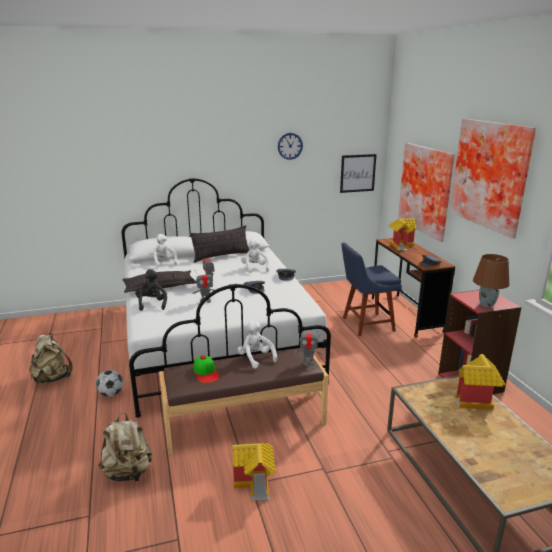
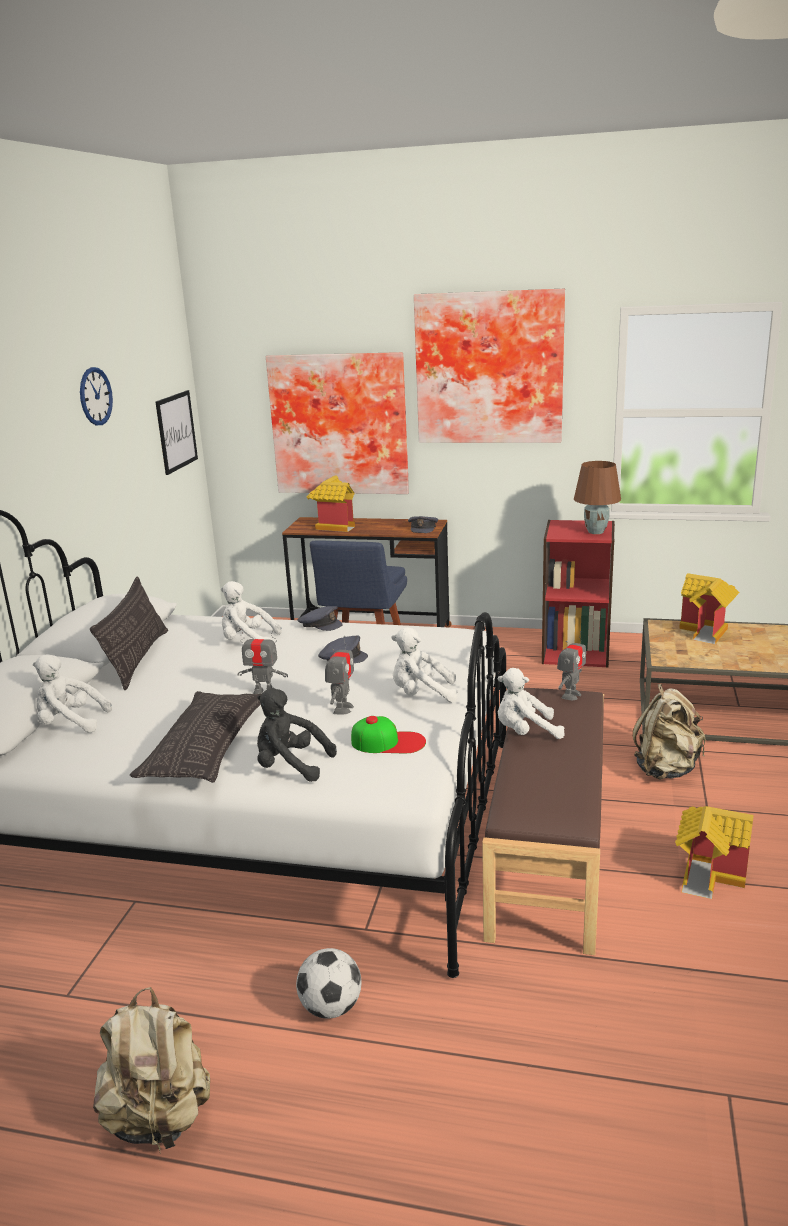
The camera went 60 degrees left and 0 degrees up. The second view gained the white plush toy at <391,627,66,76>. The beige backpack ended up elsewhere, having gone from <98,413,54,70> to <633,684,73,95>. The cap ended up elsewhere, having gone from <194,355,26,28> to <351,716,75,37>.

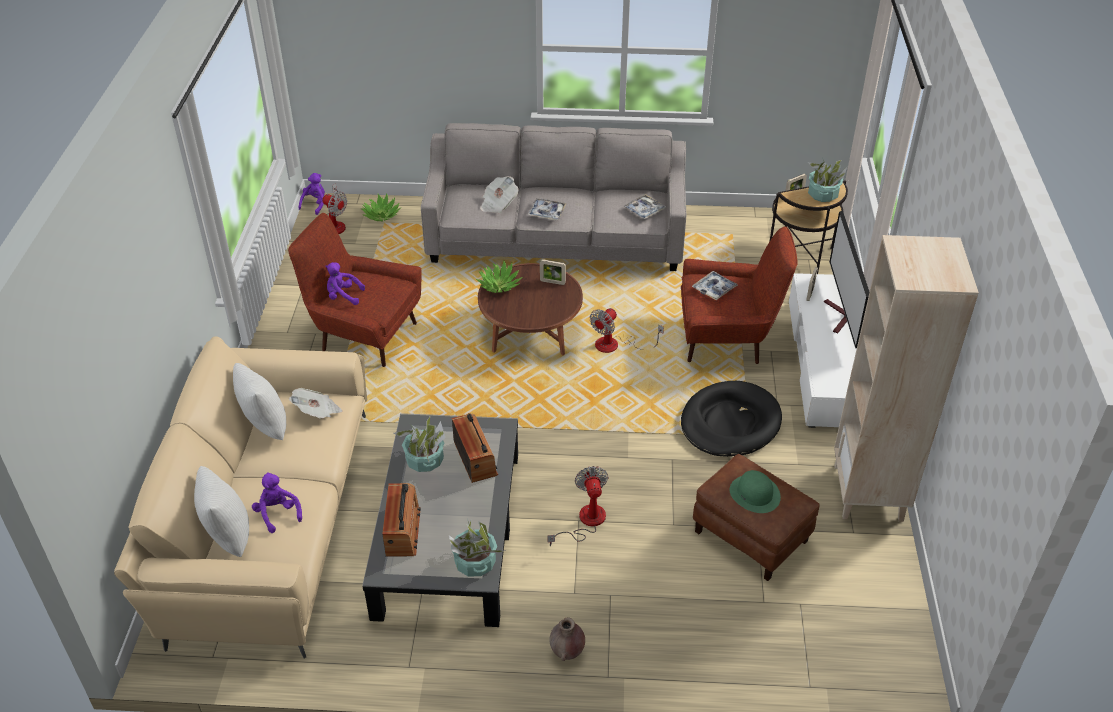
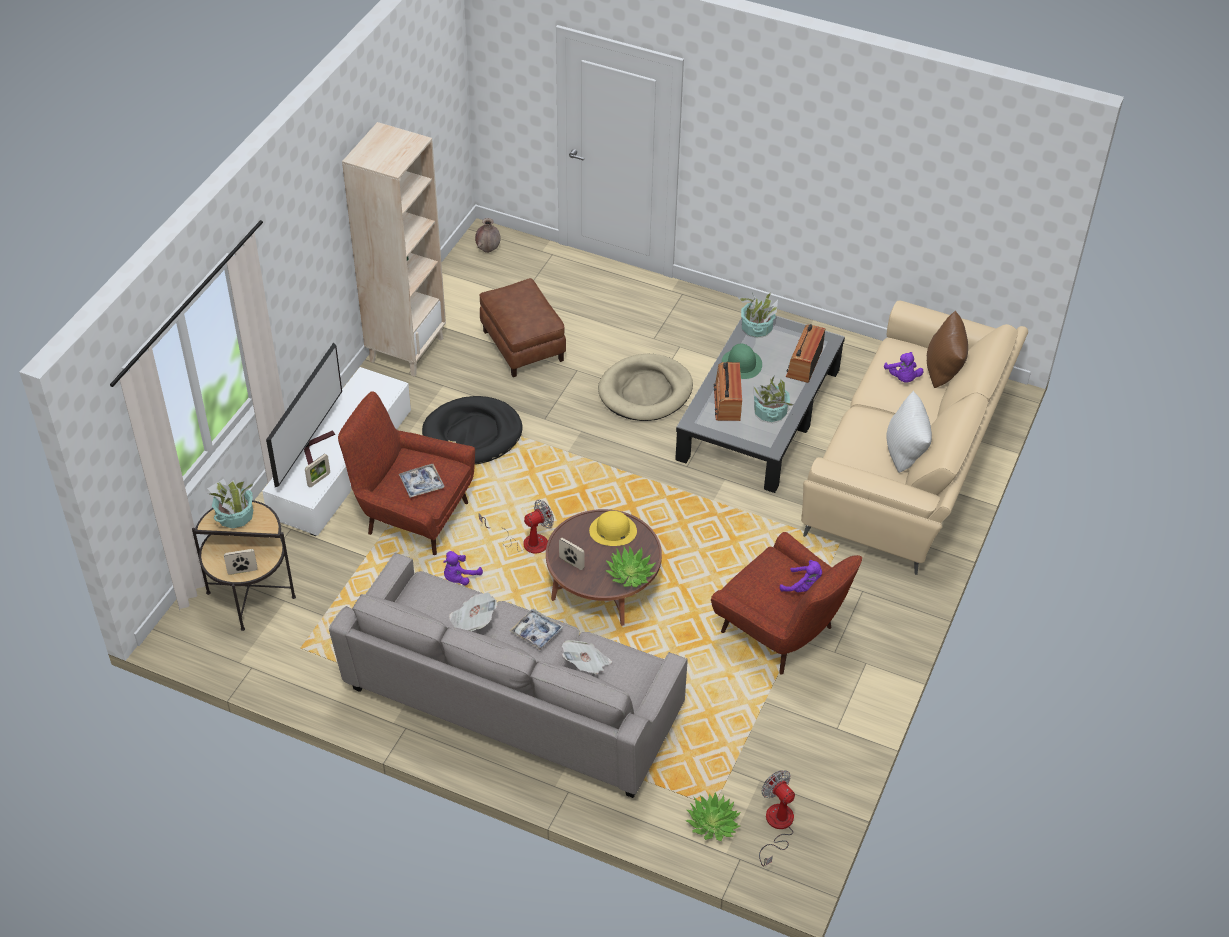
The camera went 160 degrees left and 5 degrees up. The second view lost the tray at <623,194,43,26>. The second view gained the yellow hat at <589,511,48,35>. The newspaper ended up elsewhere, having gone from <289,388,54,31> to <449,592,48,39>. The purple plush toy ended up elsewhere, having gone from <299,173,26,42> to <444,551,39,34>. The brown vase ended up elsewhere, having gone from <549,617,36,44> to <475,218,26,35>. The green hat ended up elsewhere, having gone from <729,470,52,43> to <722,344,40,35>. Where the fan stood at <548,466,60,80>, the beige dog bed came to stand at <598,354,95,67>. What was the white pillow at <194,466,55,91> turned into the brown pillow at <927,310,41,78>.

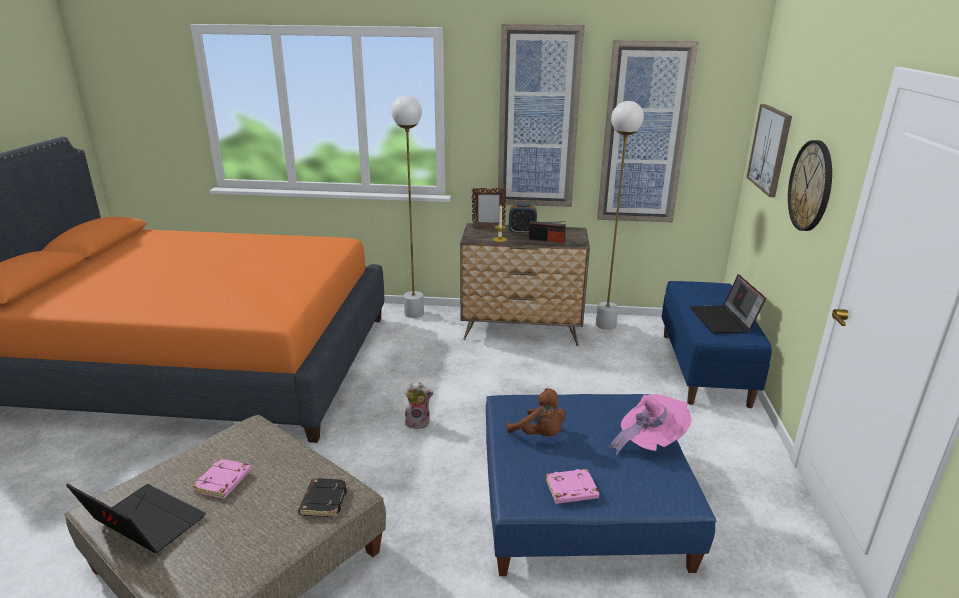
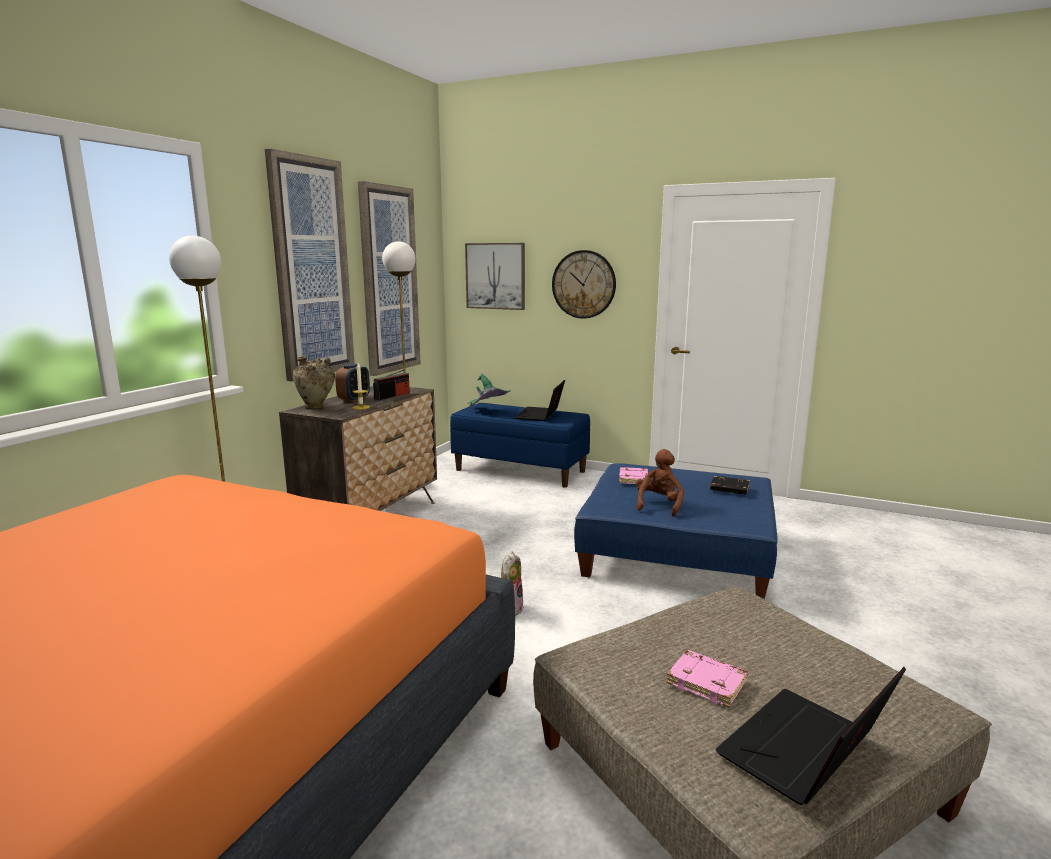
The camera went 70 degrees left and 10 degrees down. The second view lost the pink hat at <609,394,82,62>. The second view gained the green hat at <468,374,43,33>. The black book ended up elsewhere, having gone from <298,478,50,40> to <710,476,40,19>. The pink book ended up elsewhere, having gone from <545,469,54,35> to <619,467,29,17>. Where the picture frame stood at <472,188,34,41>, the beige vase came to stand at <292,356,43,53>. The brown plush toy at <506,388,59,48> ended up facing another way, 45 degrees counterclockwise from before. The laptop at <690,274,76,60> ended up facing another way, 90 degrees clockwise from before.

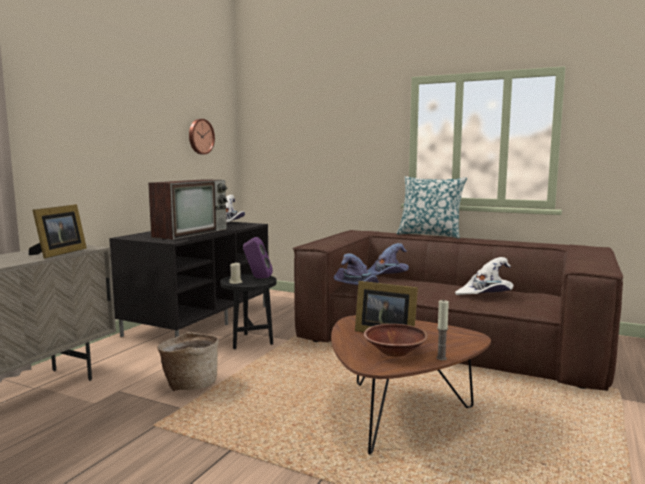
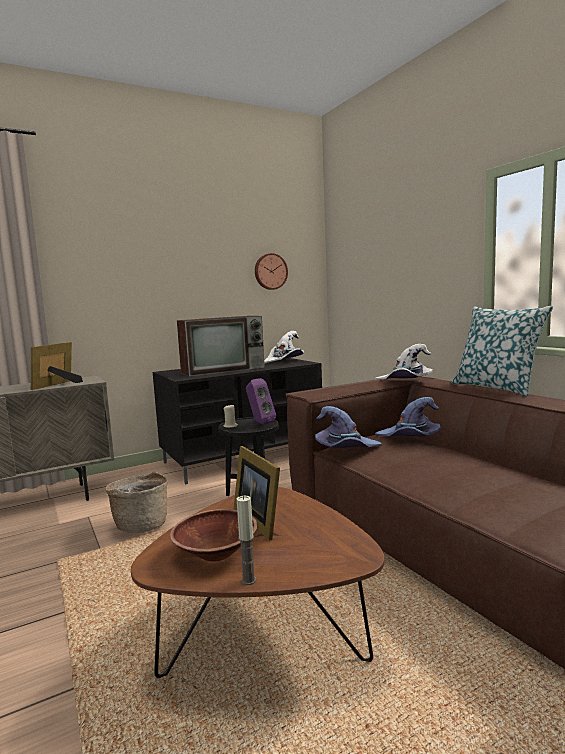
The camera went 35 degrees right and 0 degrees up. The white hat ended up elsewhere, having gone from <455,257,58,38> to <375,344,57,36>. The picture frame at <29,204,58,55> ended up facing another way, 150 degrees clockwise from before.

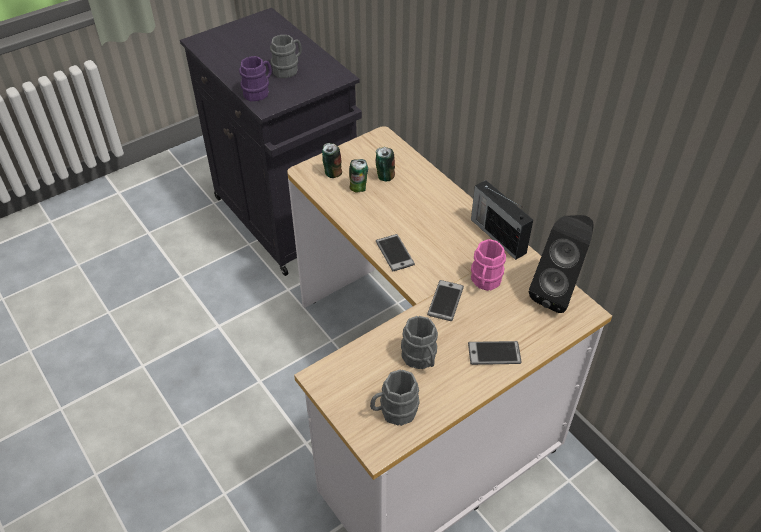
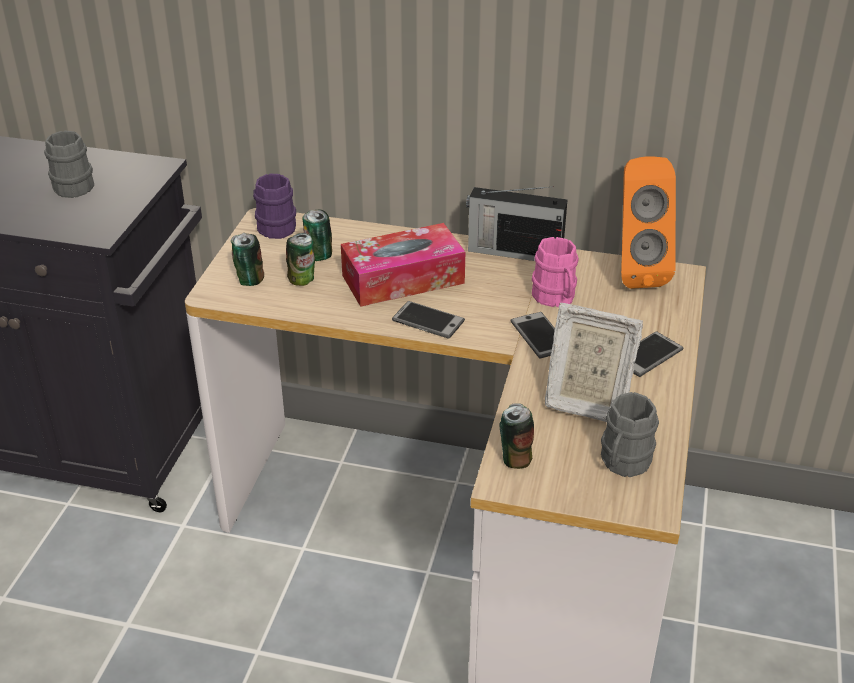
The camera went 40 degrees left and 10 degrees down. The second view gained the tissue box at <341,223,124,84>. The second view gained the can at <499,403,35,66>. The purple mug ended up elsewhere, having gone from <239,56,33,45> to <253,173,43,66>. Where the grey mug stood at <401,316,37,53>, the picture frame came to stand at <545,303,98,119>. What was the black speaker at <529,215,65,98> turned into the orange speaker at <621,156,55,133>.

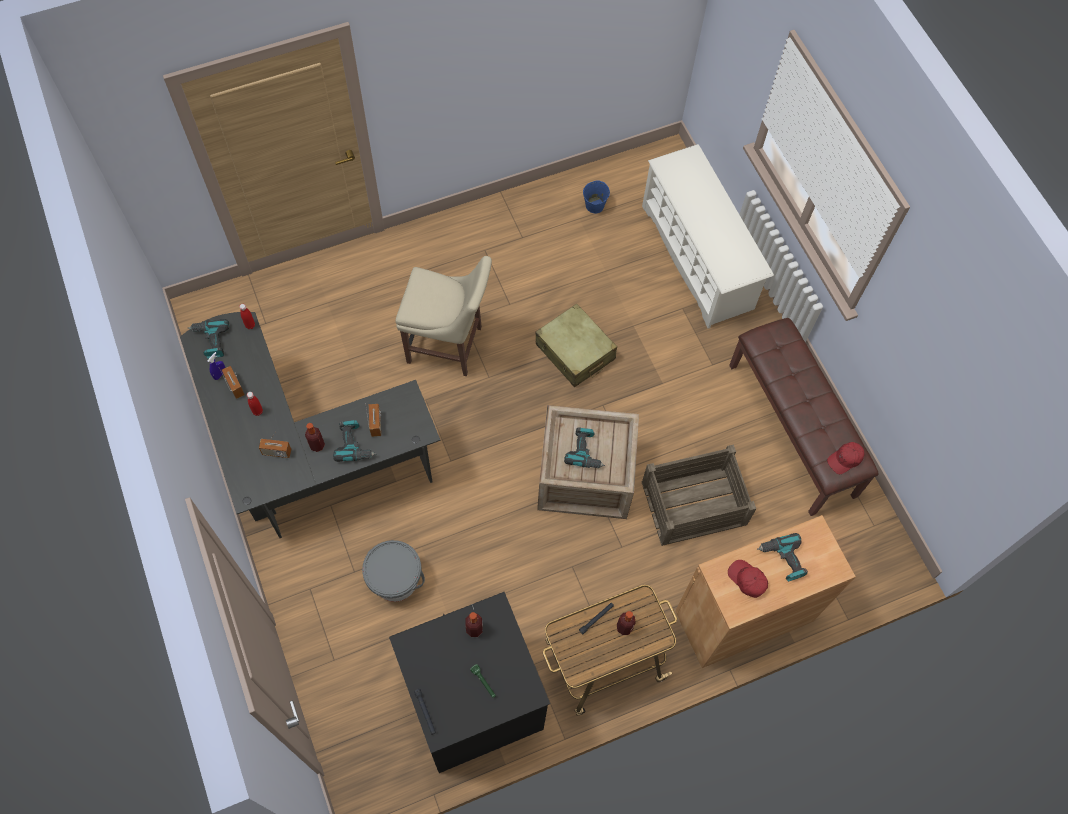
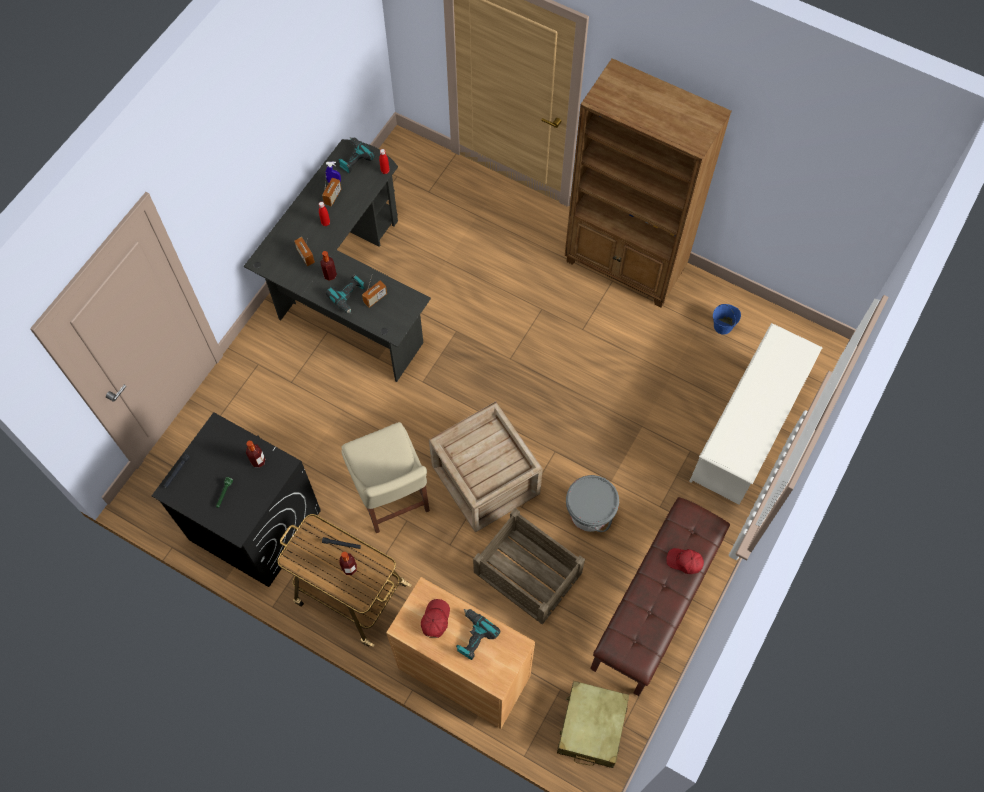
The camera went 55 degrees right and 0 degrees up. The second view lost the power drill at <564,428,41,40>. The second view gained the brown bookcase at <565,58,167,249>. The grey bucket ended up elsewhere, having gone from <362,540,63,62> to <566,475,53,57>. The beige chair ended up elsewhere, having gone from <395,256,97,120> to <341,422,89,111>. The beige suitcase ended up elsewhere, having gone from <535,304,82,83> to <557,681,72,87>. The red cap ended up elsewhere, having gone from <827,442,37,32> to <666,548,38,26>.

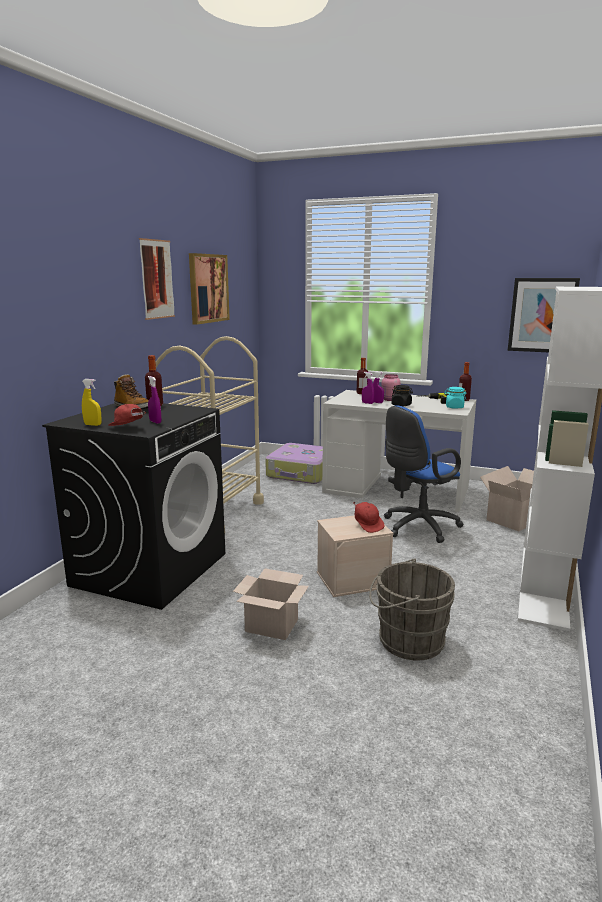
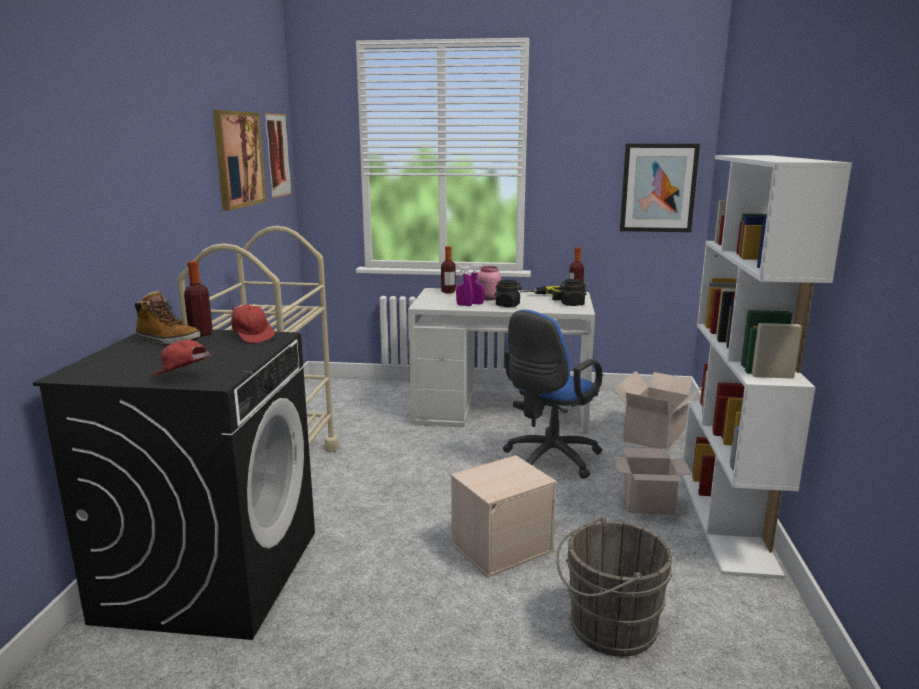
The camera went 15 degrees left and 0 degrees up. The second view lost the yellow spray bottle at <82,379,20,47>. The second view lost the purple spray bottle at <148,376,13,48>. The second view lost the suitcase at <265,443,58,41>. The picture ended up elsewhere, having gone from <139,238,36,82> to <264,113,28,85>. The cardboard box ended up elsewhere, having gone from <233,568,76,72> to <613,448,79,67>. The red cap ended up elsewhere, having gone from <354,501,31,32> to <231,304,44,40>. What was the turquoise jar at <444,387,23,22> turned into the black jar at <559,279,28,27>.

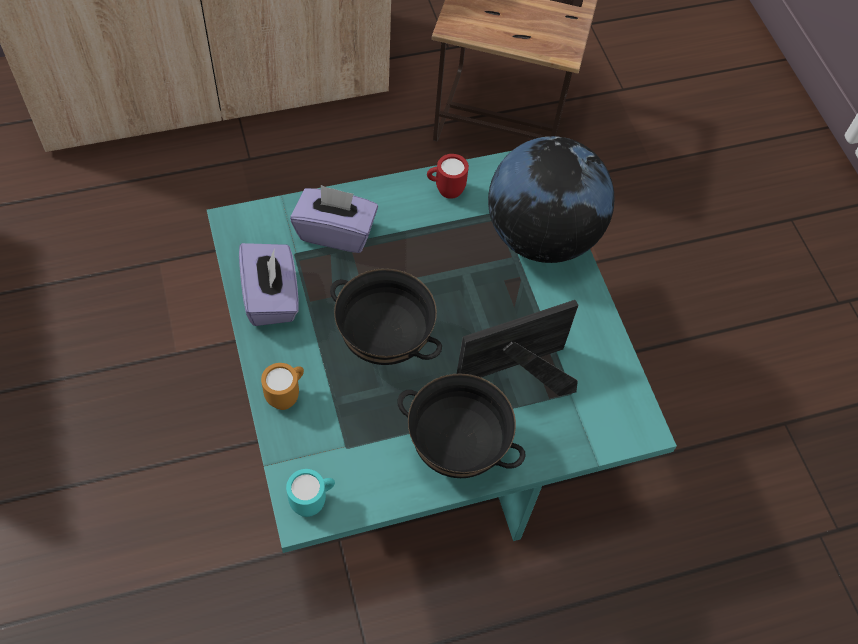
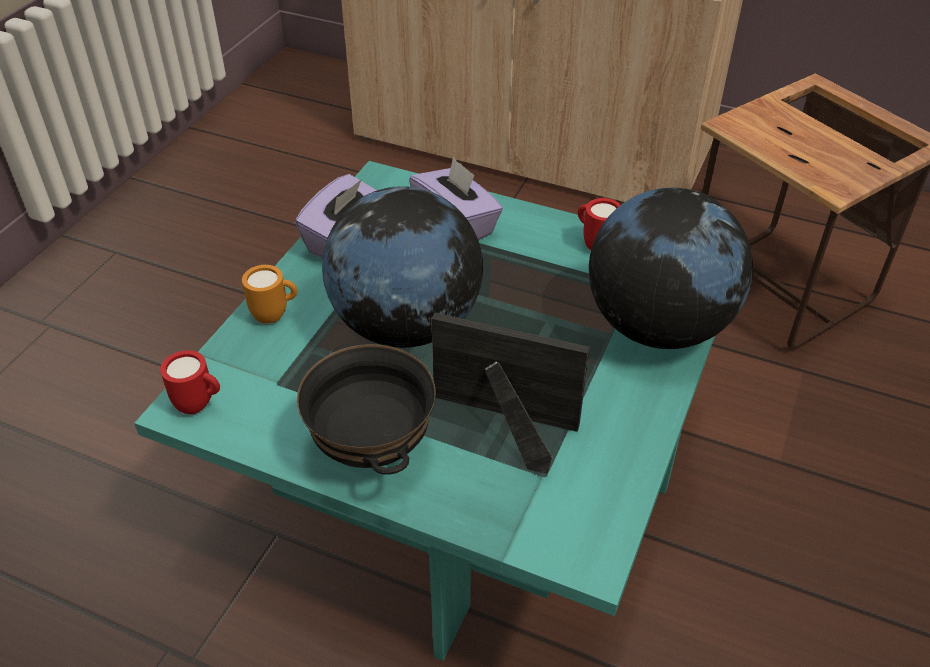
The camera went 45 degrees right and 15 degrees down. Where the black bowl stood at <330,268,112,97>, the globe came to stand at <322,186,161,162>. What was the turquoise mug at <286,469,49,48> turned into the red mug at <160,350,60,64>.

